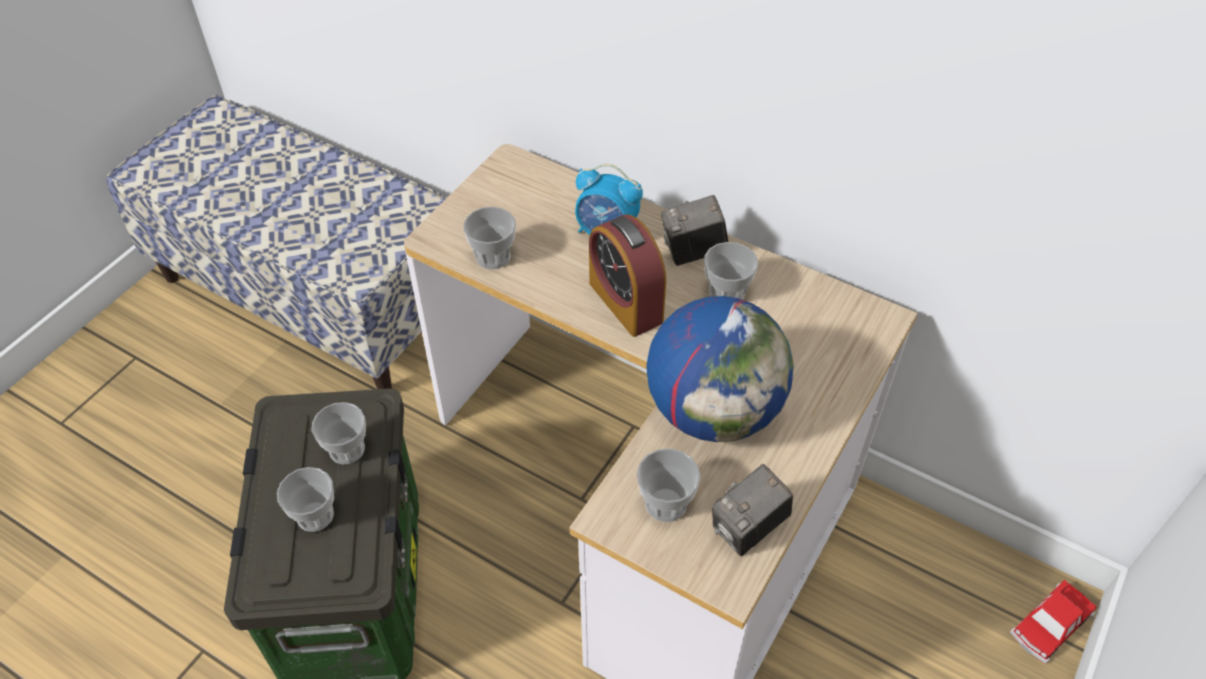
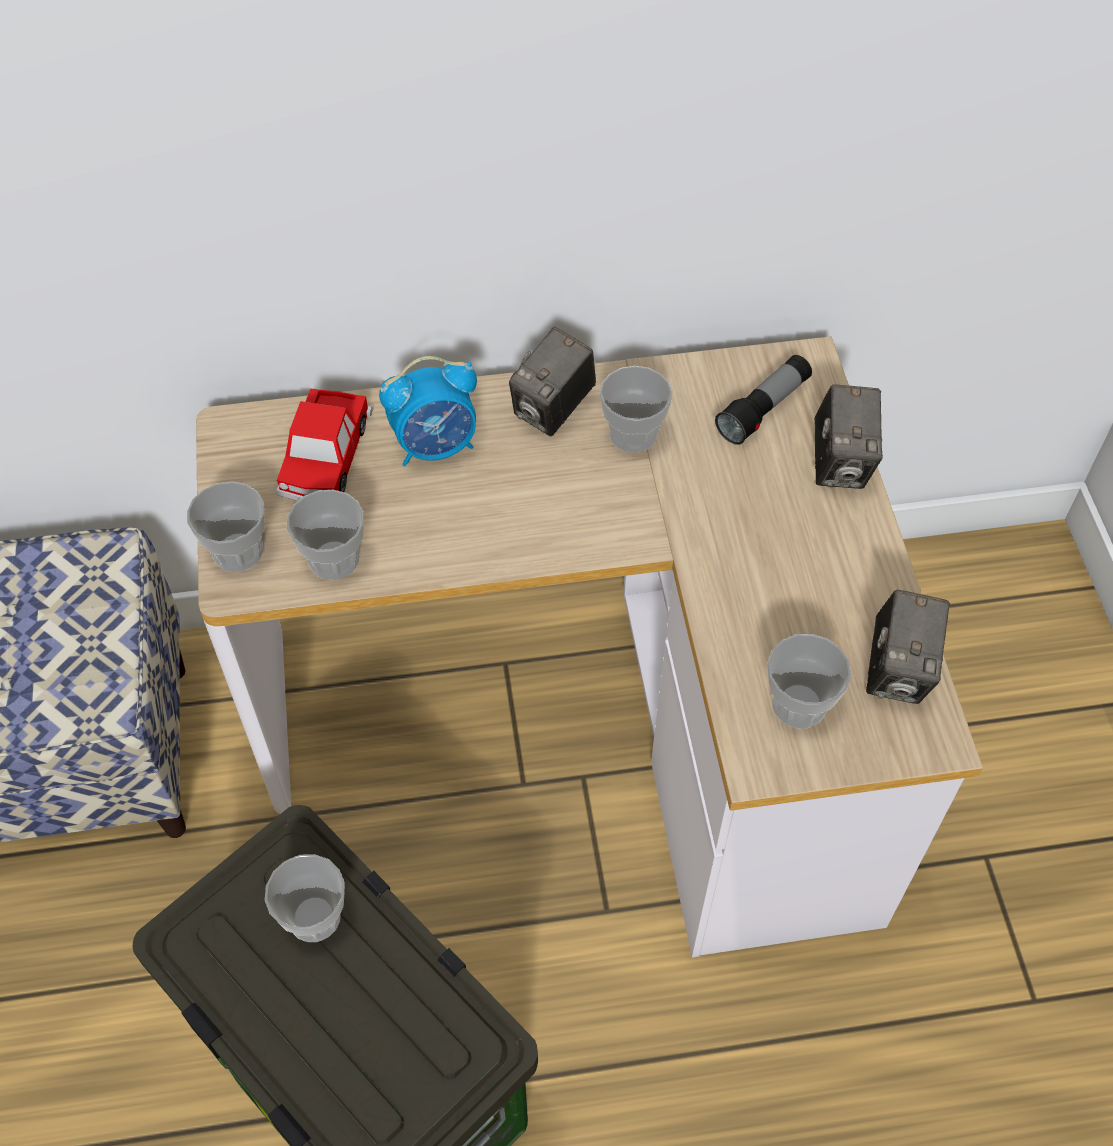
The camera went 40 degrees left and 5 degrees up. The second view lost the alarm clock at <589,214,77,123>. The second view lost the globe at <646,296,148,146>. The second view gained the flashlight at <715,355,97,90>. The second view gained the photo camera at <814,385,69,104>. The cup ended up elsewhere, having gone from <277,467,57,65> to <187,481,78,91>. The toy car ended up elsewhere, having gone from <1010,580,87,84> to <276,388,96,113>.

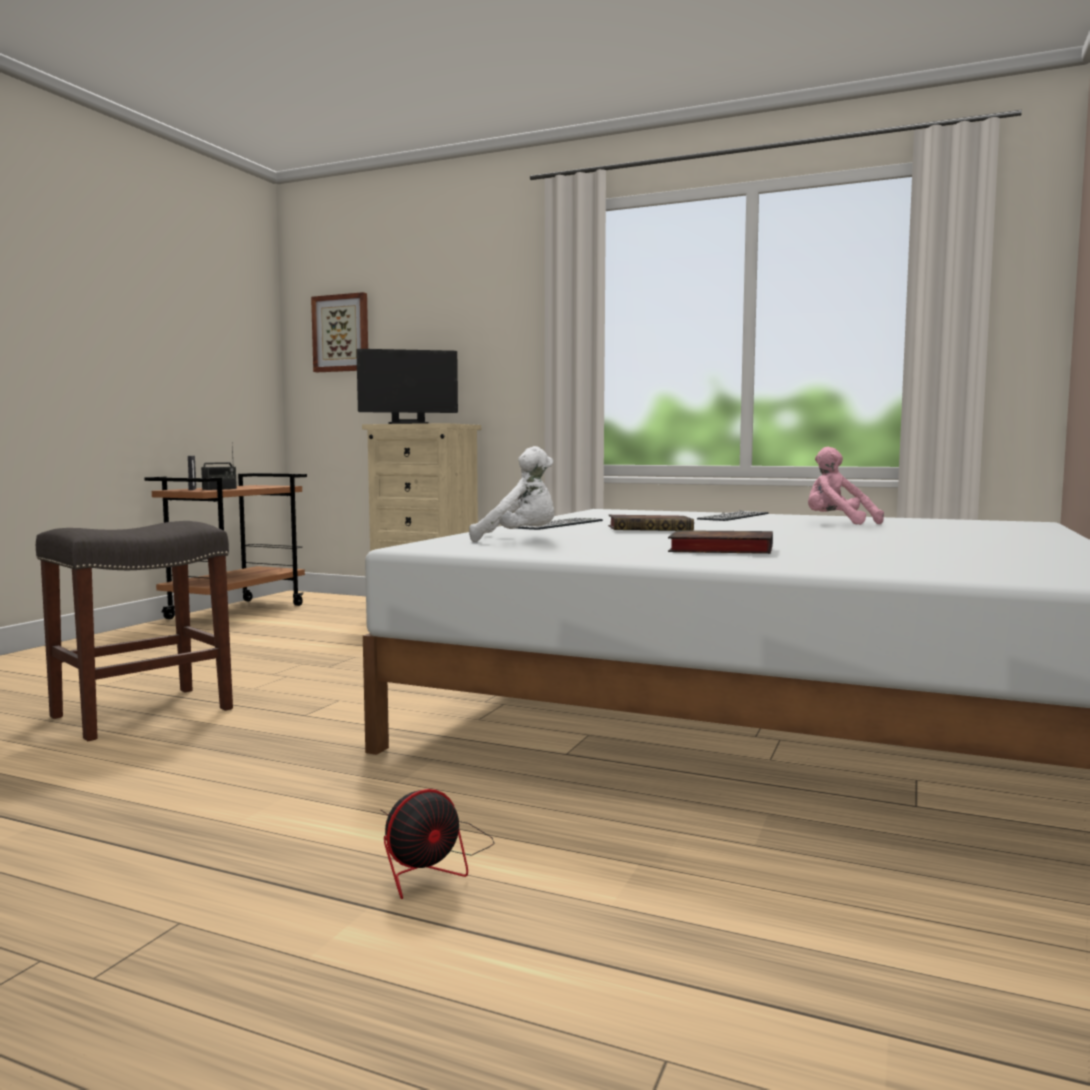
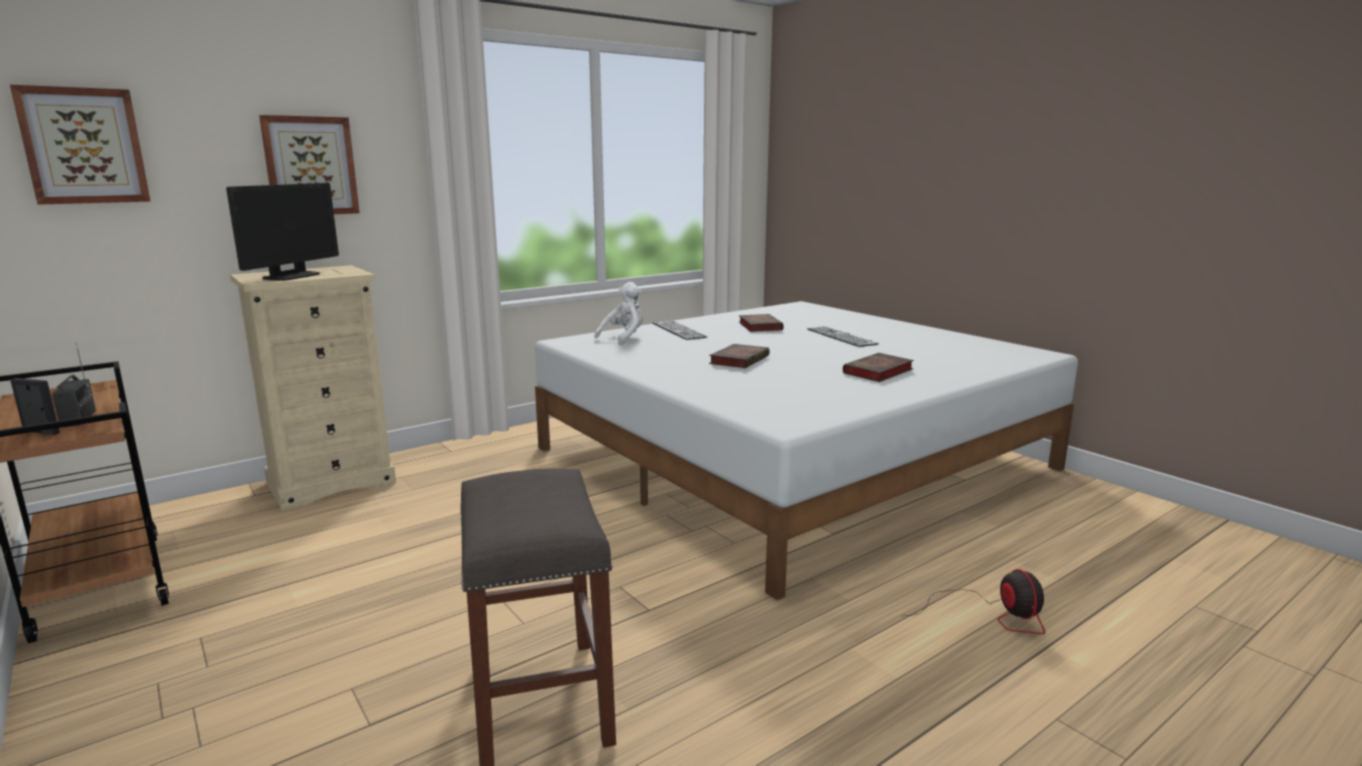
The camera went 60 degrees left and 10 degrees up. The second view gained the picture at <259,115,101,99>. The white plush toy ended up elsewhere, having gone from <469,446,86,96> to <594,282,49,63>. The keyboard ended up elsewhere, having gone from <516,518,87,12> to <807,326,72,21>. Where the pink plush toy stood at <808,447,76,78>, the book came to stand at <739,314,44,18>.

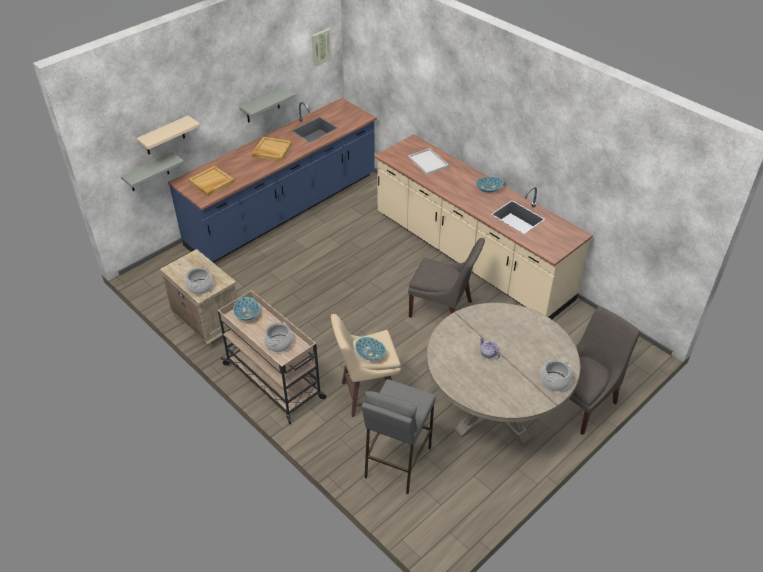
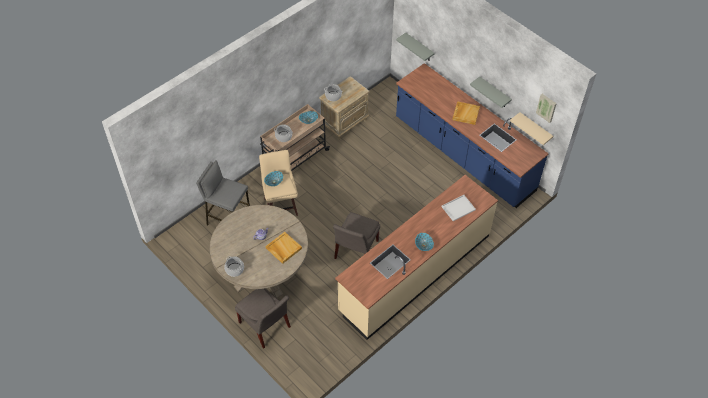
The camera went 90 degrees right and 10 degrees up. The beige shelf ended up elsewhere, having gone from <136,116,64,38> to <510,112,43,33>. The beige tray ended up elsewhere, having gone from <188,166,47,30> to <266,232,36,32>.

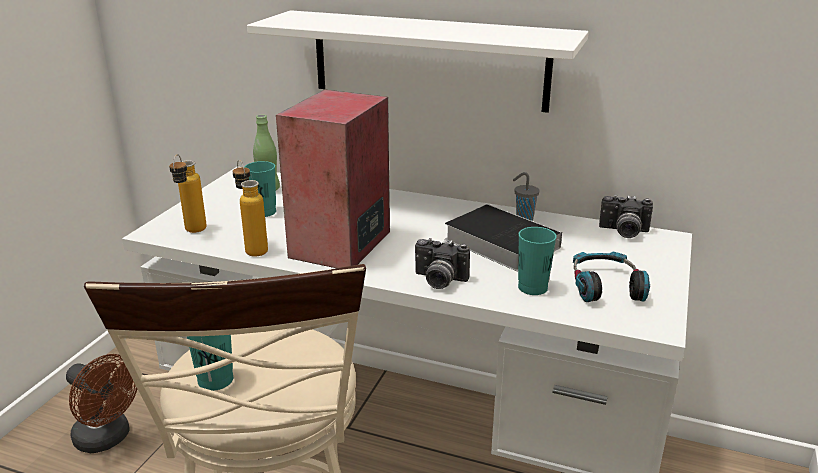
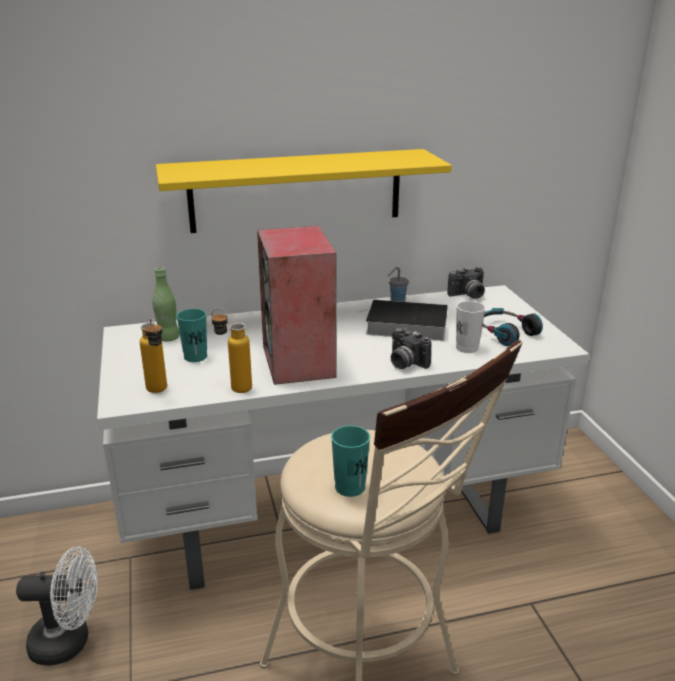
The camera went 35 degrees left and 0 degrees up. What was the brown fan at <66,354,71,99> turned into the white fan at <16,546,82,120>. What was the white shelf at <247,10,342,103> turned into the yellow shelf at <156,149,296,84>. What was the turquoise cup at <518,227,39,68> turned into the white cup at <456,301,30,52>. The photo camera at <415,238,55,51> ended up facing another way, 60 degrees clockwise from before.

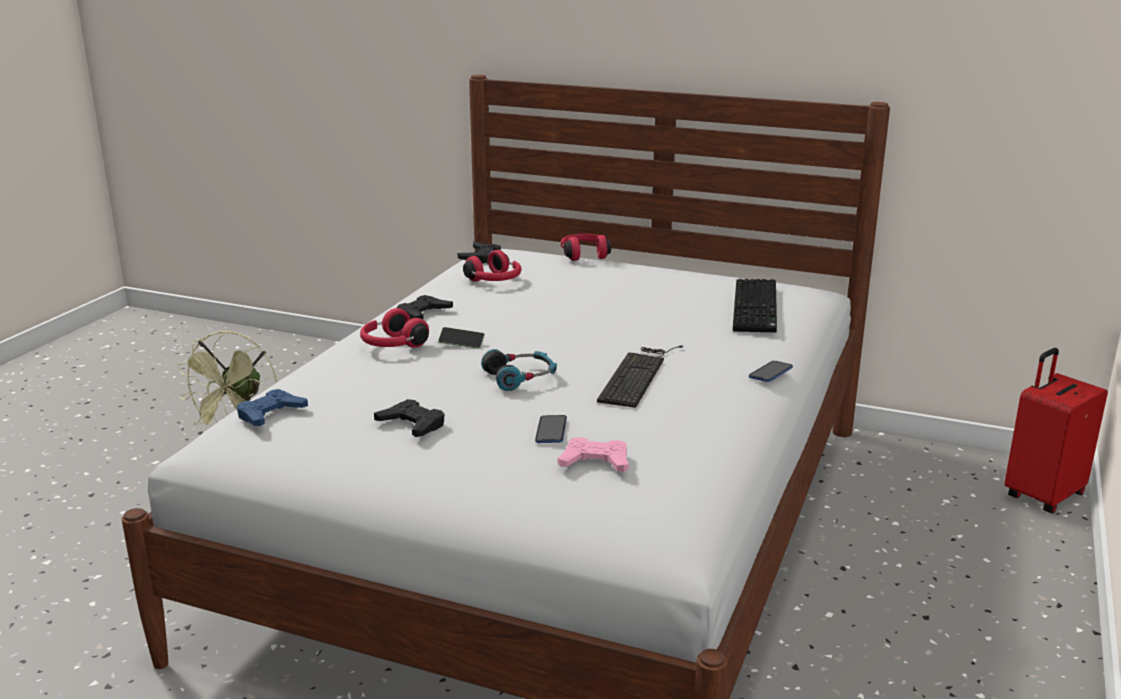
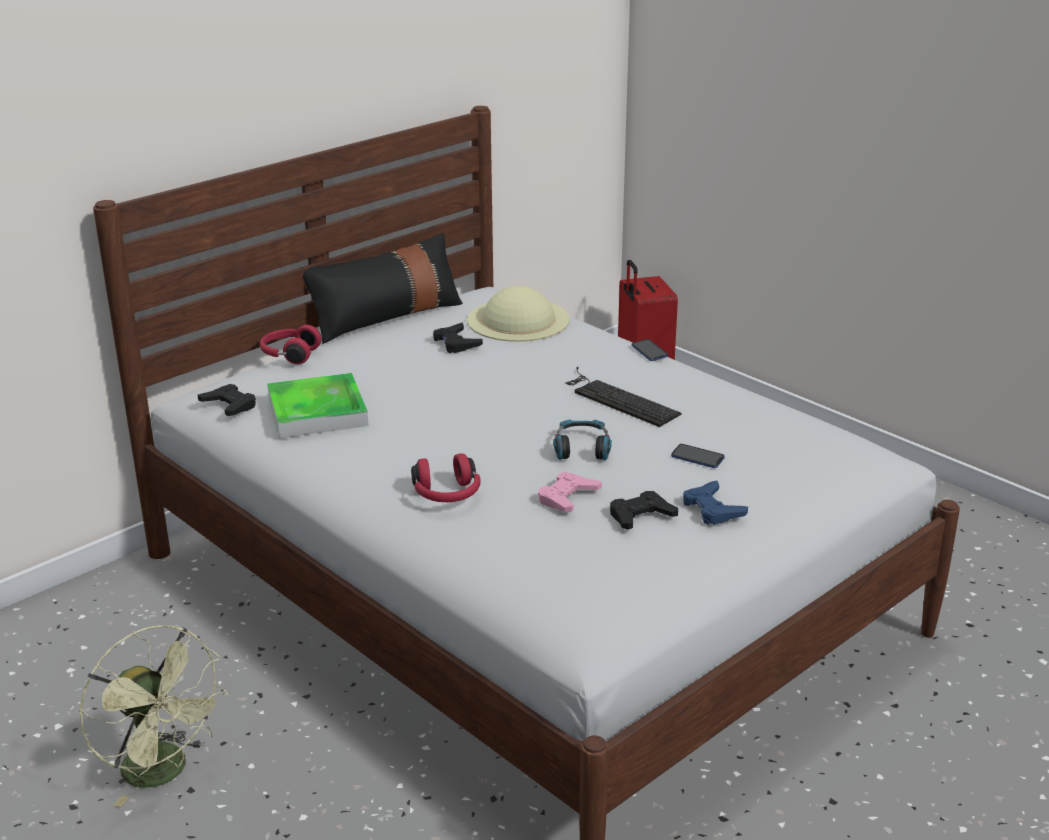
The camera went 65 degrees left and 5 degrees up. The second view lost the phone at <438,327,47,22>. The second view gained the black pillow at <300,233,163,111>. The blue game controller ended up elsewhere, having gone from <237,389,71,37> to <683,481,65,44>. The black game controller ended up elsewhere, having gone from <397,295,56,25> to <433,322,50,31>. The pink game controller ended up elsewhere, having gone from <558,437,71,35> to <538,472,64,40>. Where the red headphones stood at <463,250,59,32>, the tray came to stand at <267,373,101,65>. Where the keyboard stood at <733,279,44,53>, the beige hat came to stand at <467,286,103,56>.

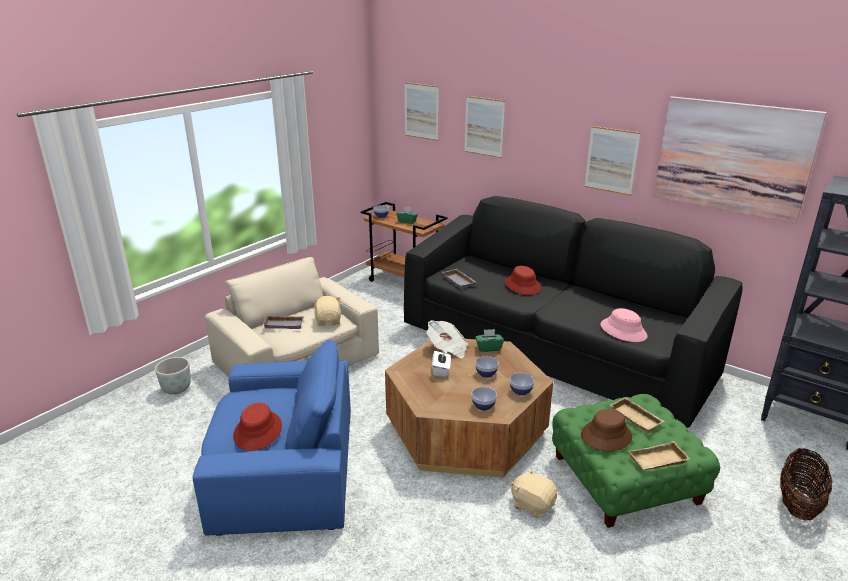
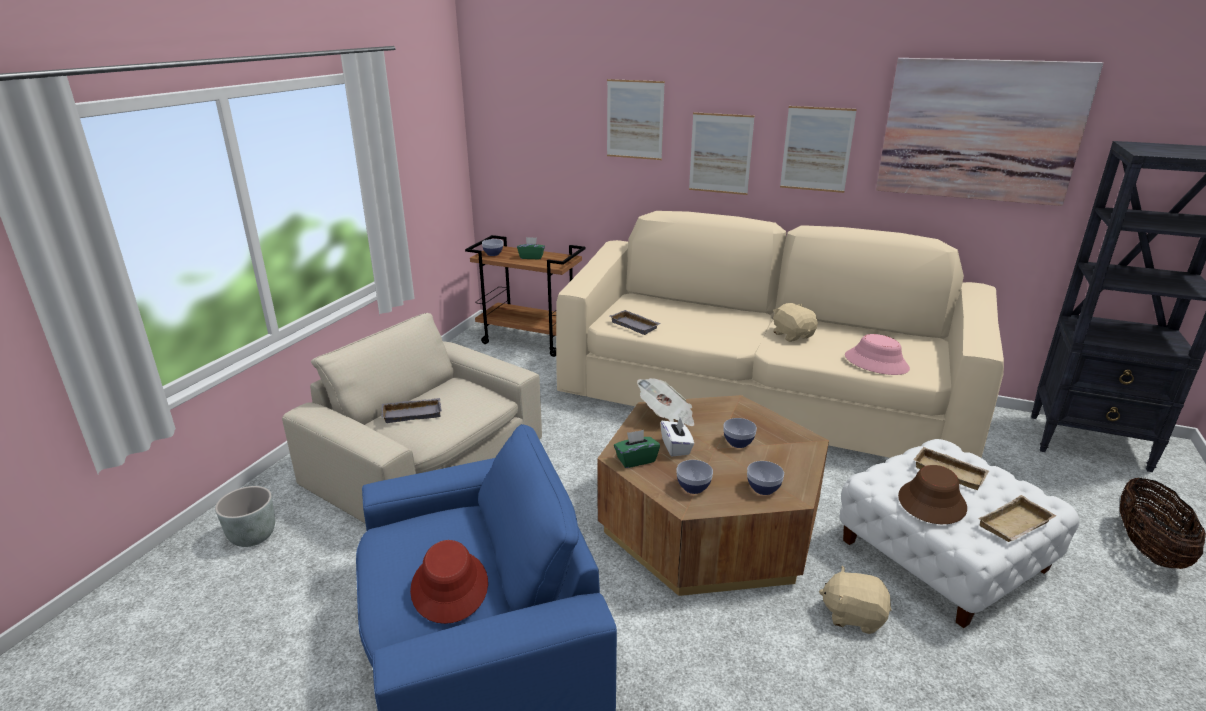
The camera went 15 degrees left and 0 degrees up. The second view lost the red hat at <505,266,36,29>. The beige plush toy ended up elsewhere, having gone from <312,296,29,30> to <773,303,45,39>. The picture ended up elsewhere, having gone from <404,82,35,59> to <689,112,66,83>. The green tissue box ended up elsewhere, having gone from <475,329,29,23> to <614,430,46,38>. The bowl ended up elsewhere, having gone from <510,373,24,23> to <677,460,36,34>. What was the black sofa at <404,196,339,232> turned into the beige sofa at <556,211,448,247>. What was the green ottoman at <552,394,168,134> turned into the white ottoman at <839,439,240,189>.

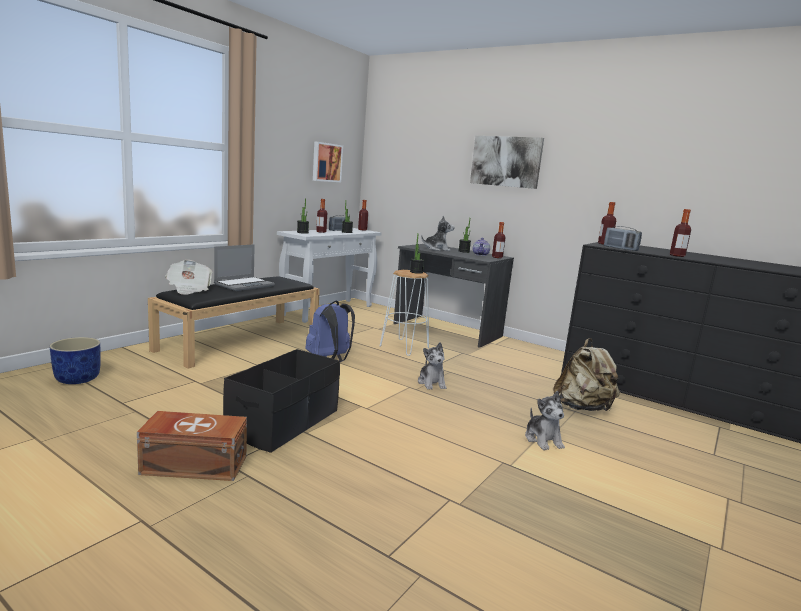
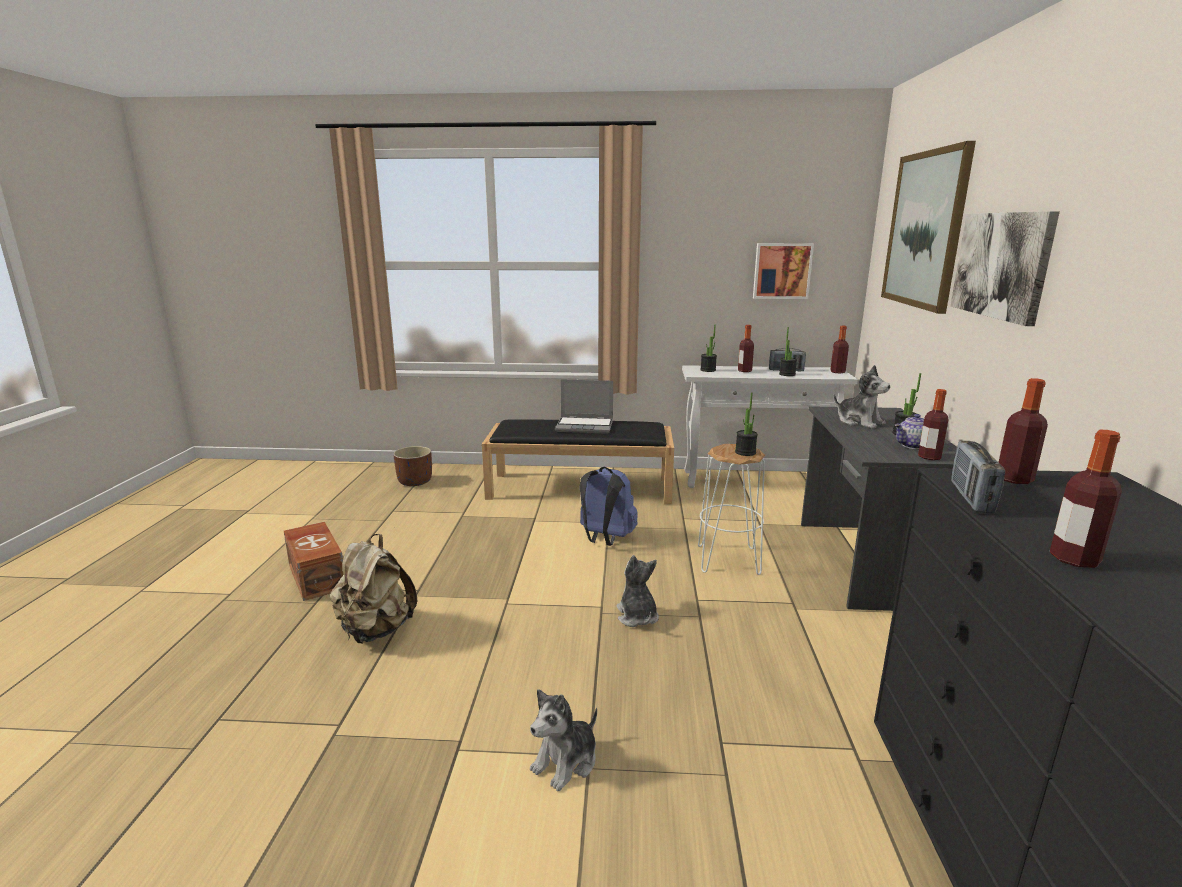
The camera went 60 degrees right and 5 degrees up. The second view lost the newspaper at <165,260,47,35>. The second view lost the black storage box at <223,349,117,104>. The second view gained the picture at <881,141,95,173>. The beige backpack ended up elsewhere, having gone from <553,338,67,73> to <330,534,87,110>. What was the blue planter at <49,337,52,47> turned into the brown planter at <393,446,39,40>. The plush toy at <418,342,28,47> ended up facing another way, 120 degrees clockwise from before.

